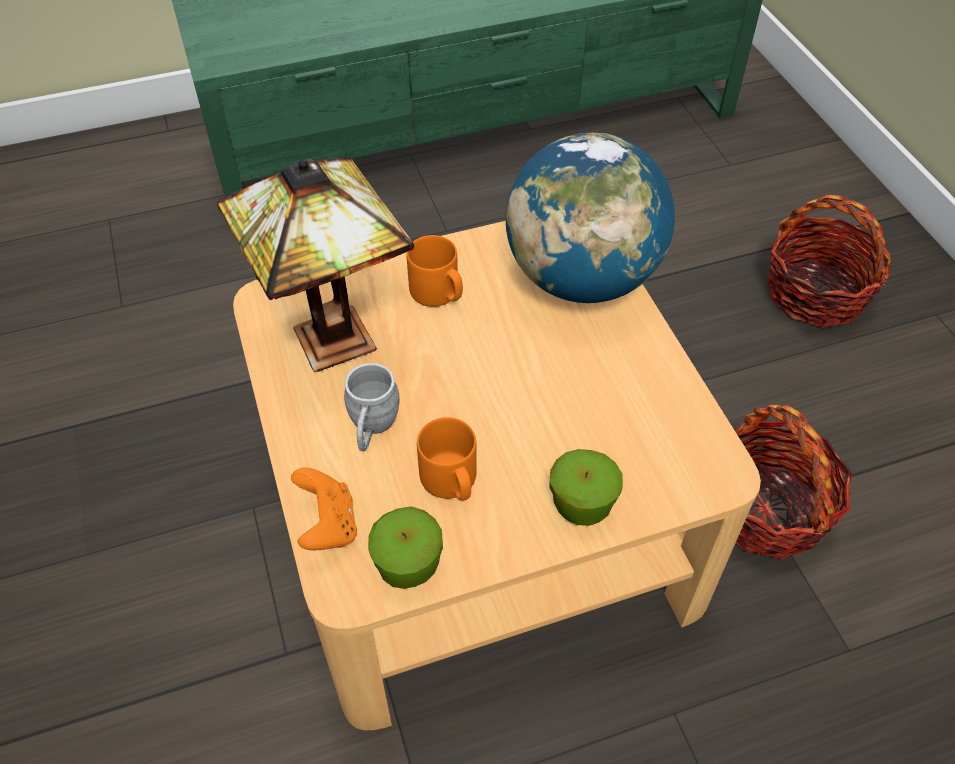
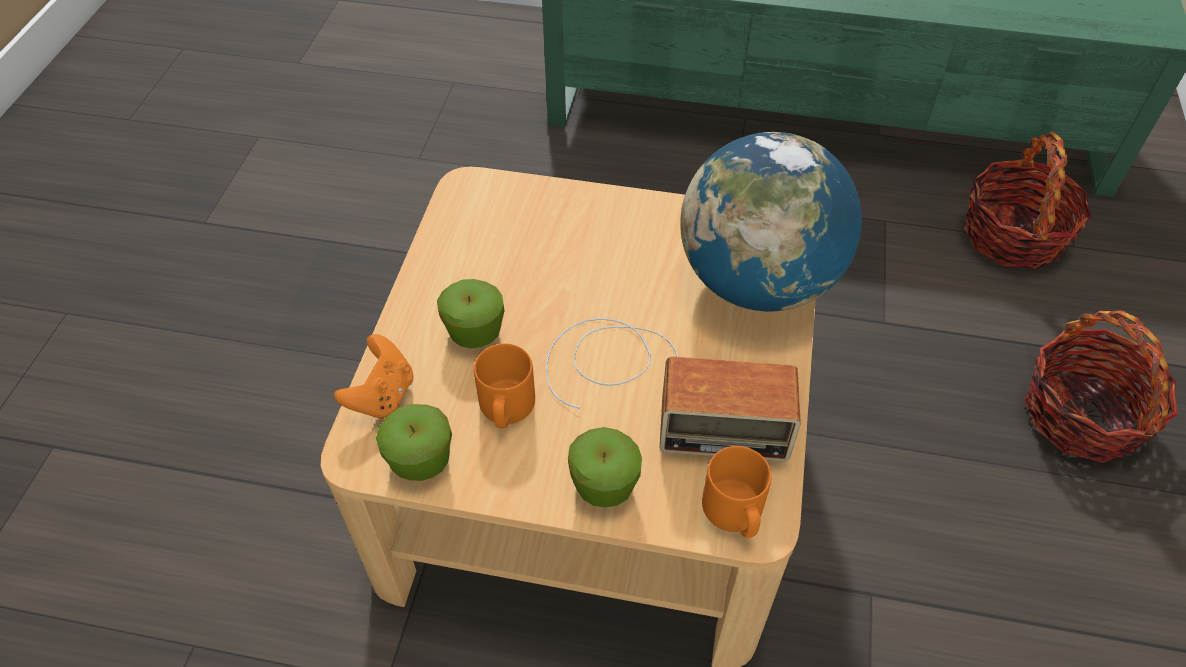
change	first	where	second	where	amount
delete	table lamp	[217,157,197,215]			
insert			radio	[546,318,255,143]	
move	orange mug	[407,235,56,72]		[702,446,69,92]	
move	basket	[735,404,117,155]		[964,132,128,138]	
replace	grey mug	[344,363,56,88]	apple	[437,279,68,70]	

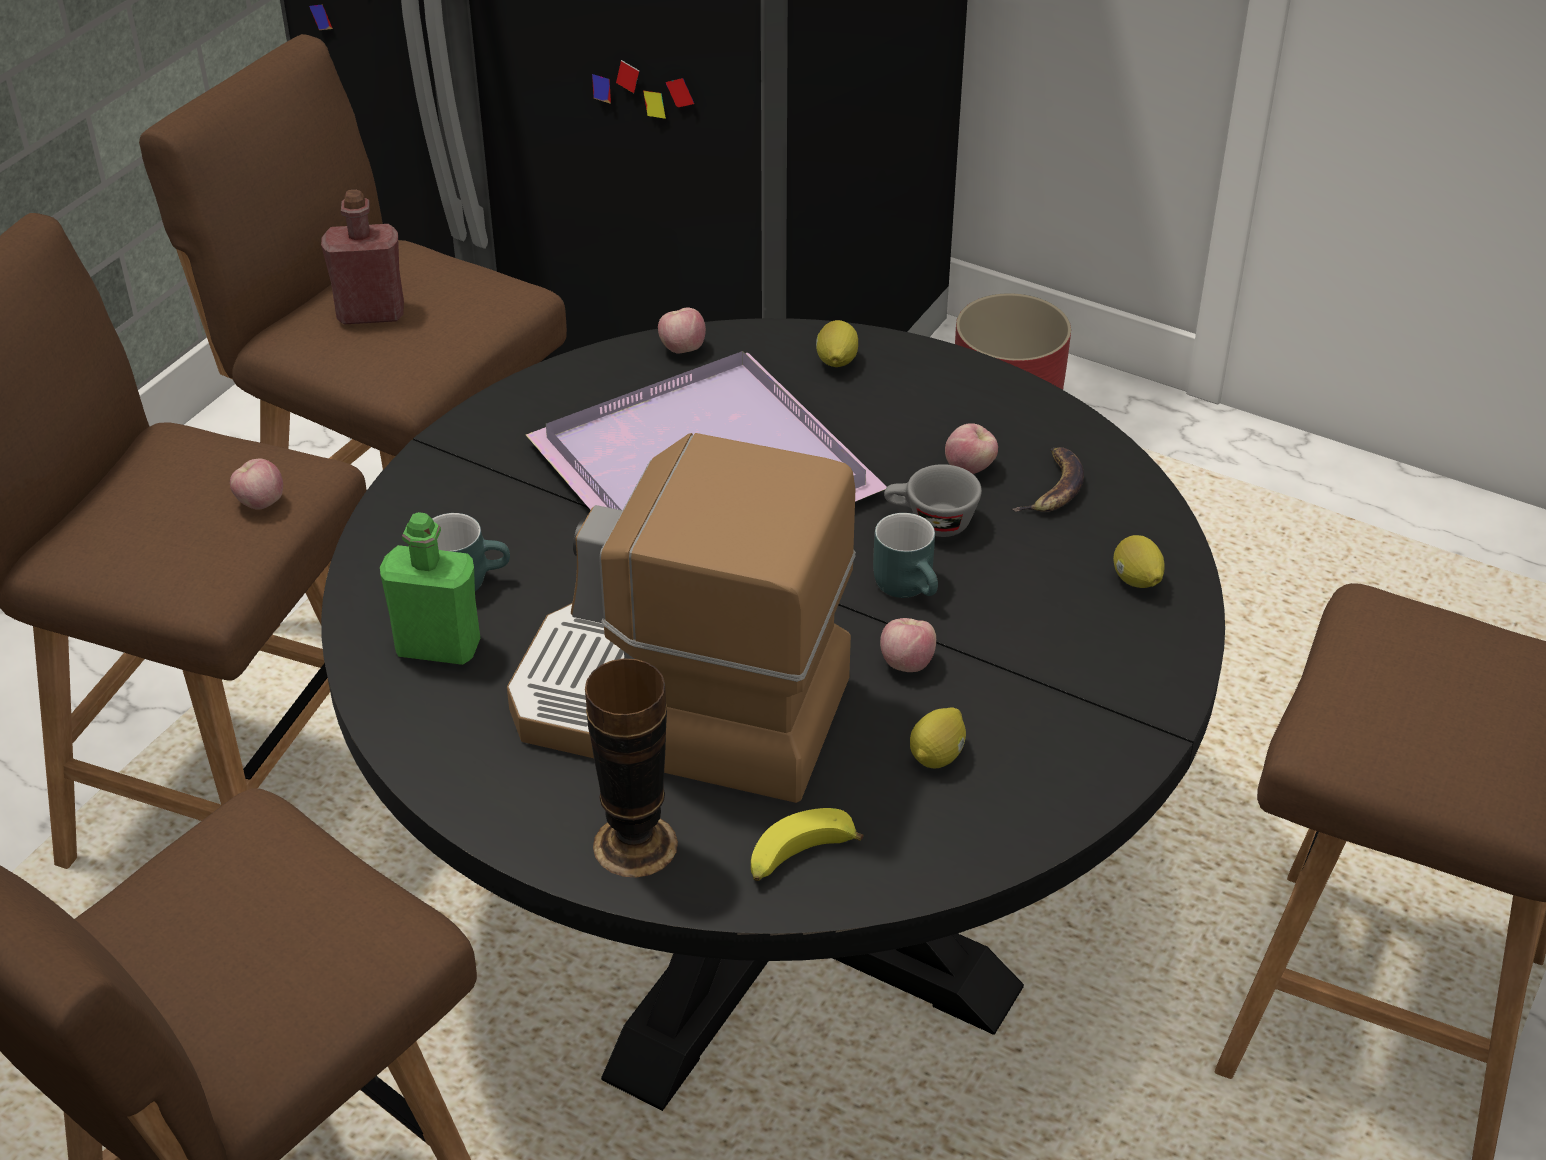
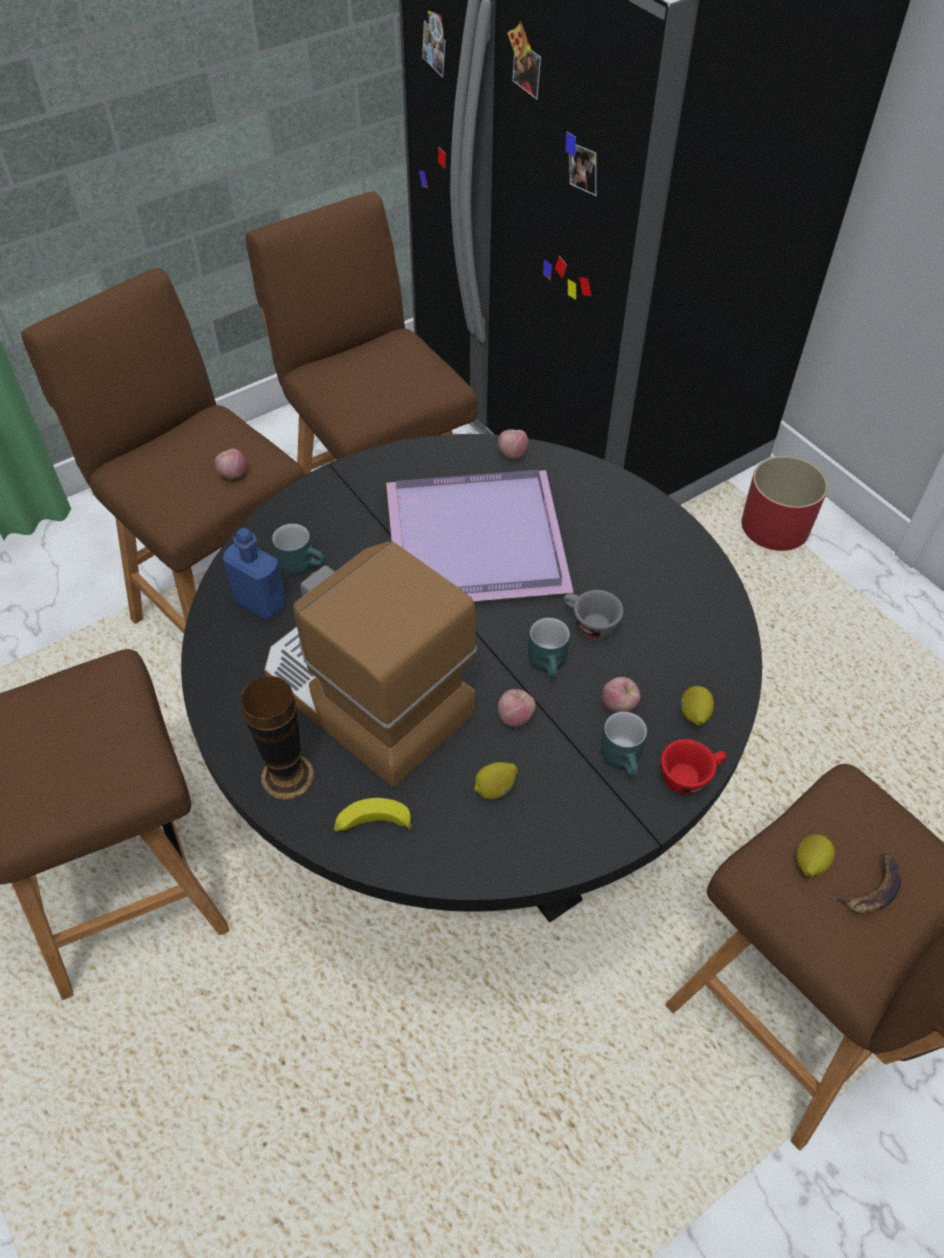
change	first	where	second	where	amount
delete	red bottle	[321,190,83,134]			
insert			turquoise mug	[601,711,46,66]	
insert			red cup	[661,739,66,56]	
move	lemon	[816,320,42,47]		[796,834,39,43]	
move	apple	[945,423,53,51]		[602,677,39,36]	
move	banana	[1012,447,72,65]		[831,853,70,61]	
recolor	green bottle	[380,512,100,153]	blue bottle	[223,528,63,92]	

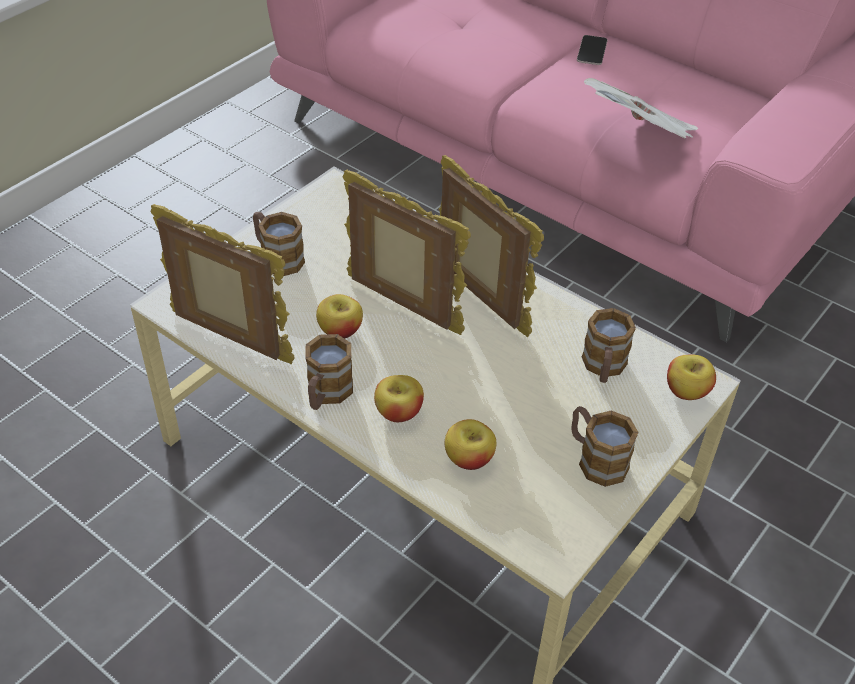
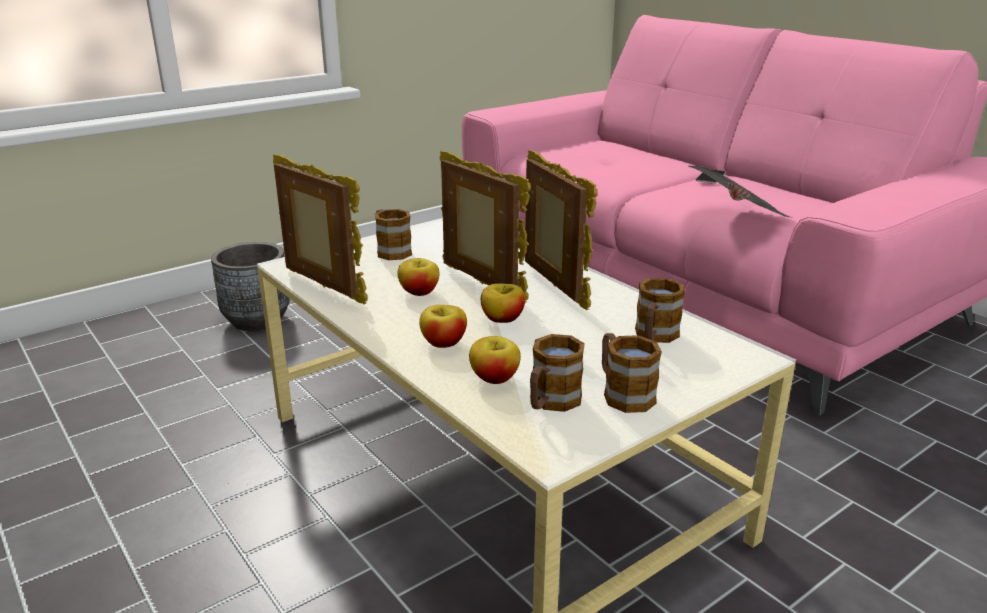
change	first	where	second	where	amount
insert			grey planter	[211,242,79,89]	
move	mug	[305,334,48,76]		[530,334,55,78]	
move	apple	[667,354,49,46]		[481,283,44,40]	

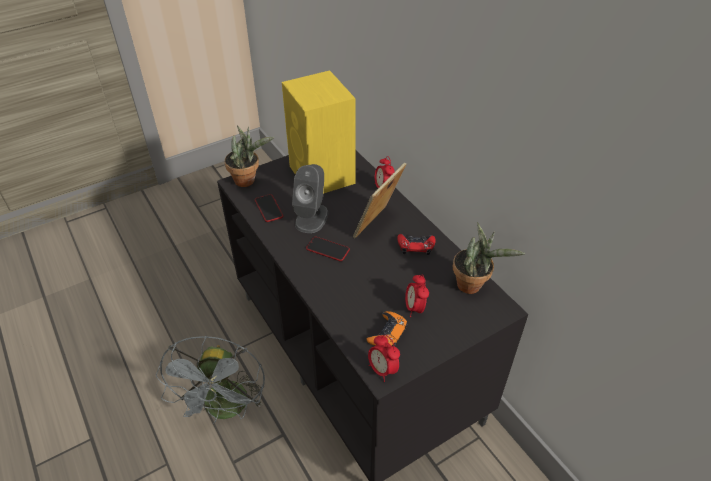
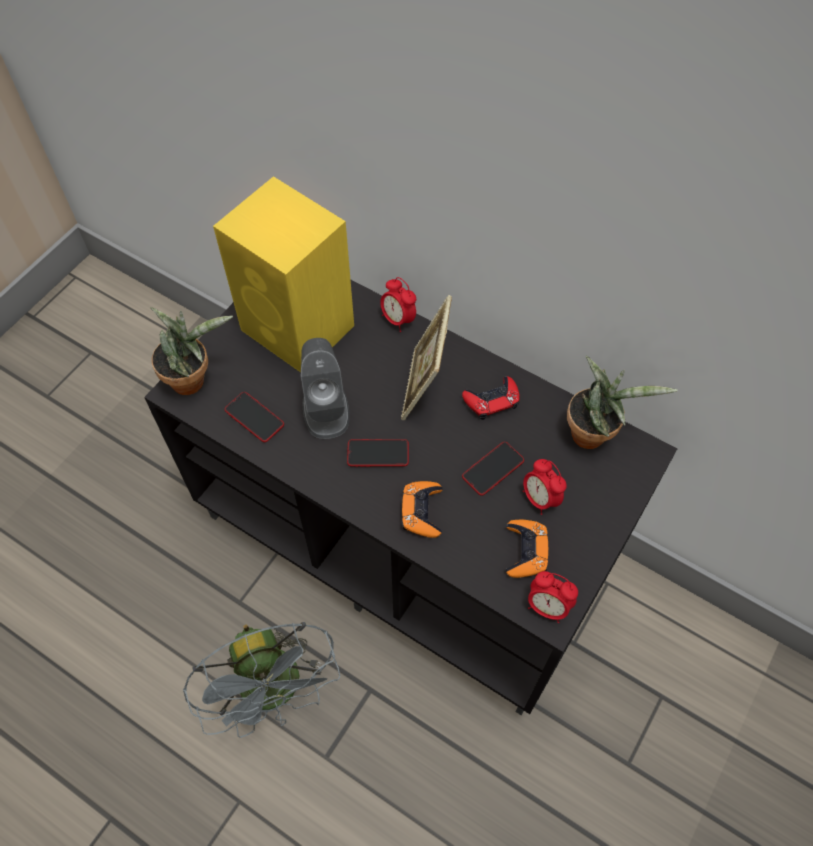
change	first	where	second	where	amount
insert			orange game controller	[401,481,41,57]	
insert			phone	[462,442,62,54]	

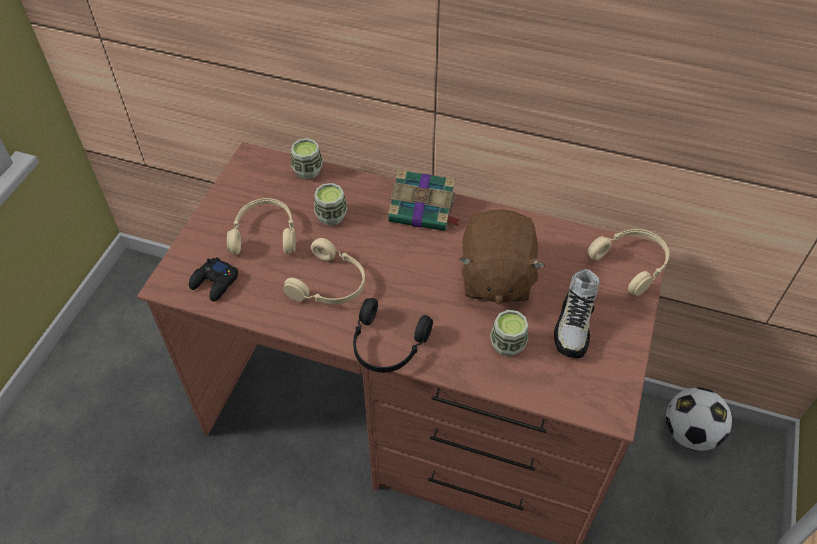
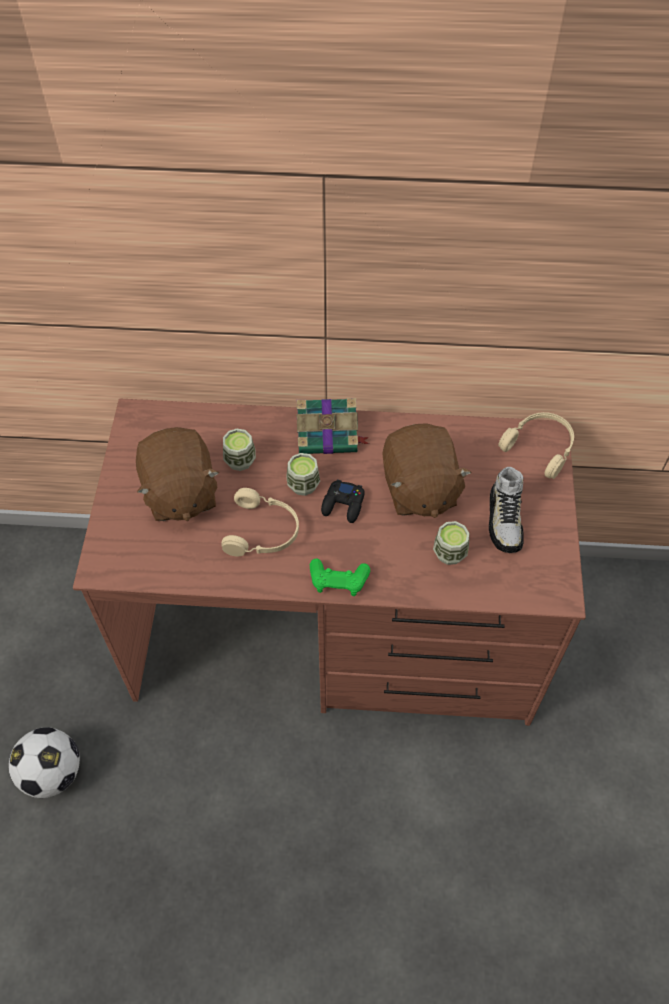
change	first	where	second	where	amount
move	black game controller	[189,257,49,45]		[321,479,44,44]	
move	cup	[291,138,32,41]		[286,453,34,43]	
move	football	[666,387,66,64]		[9,727,71,71]	
replace	beige headphones	[227,198,69,57]	brown plush toy	[136,427,83,94]	
replace	black headphones	[353,298,80,75]	green game controller	[310,559,60,37]	

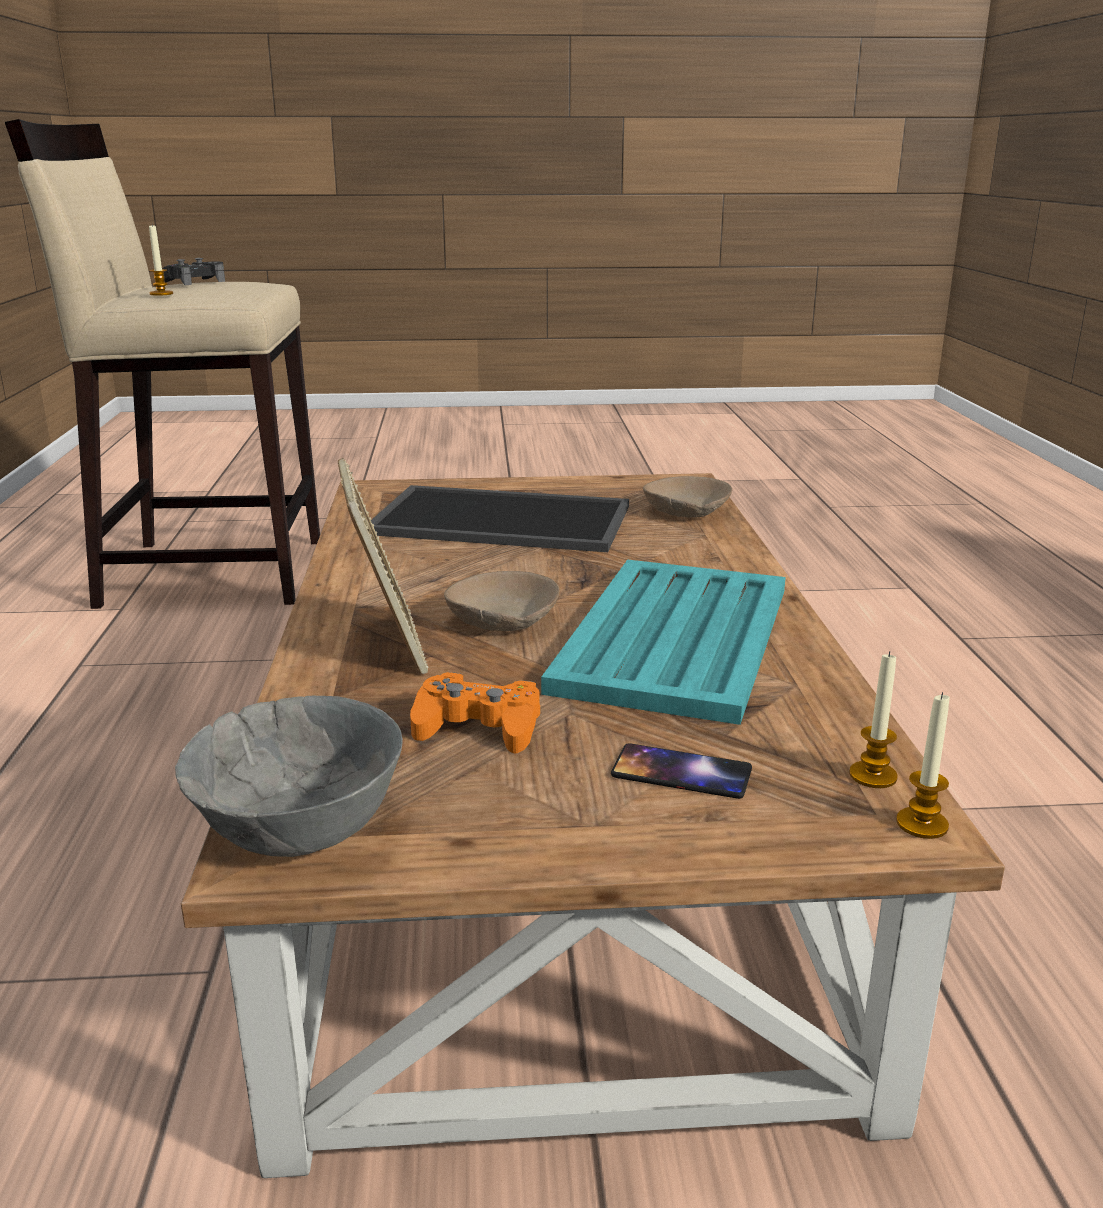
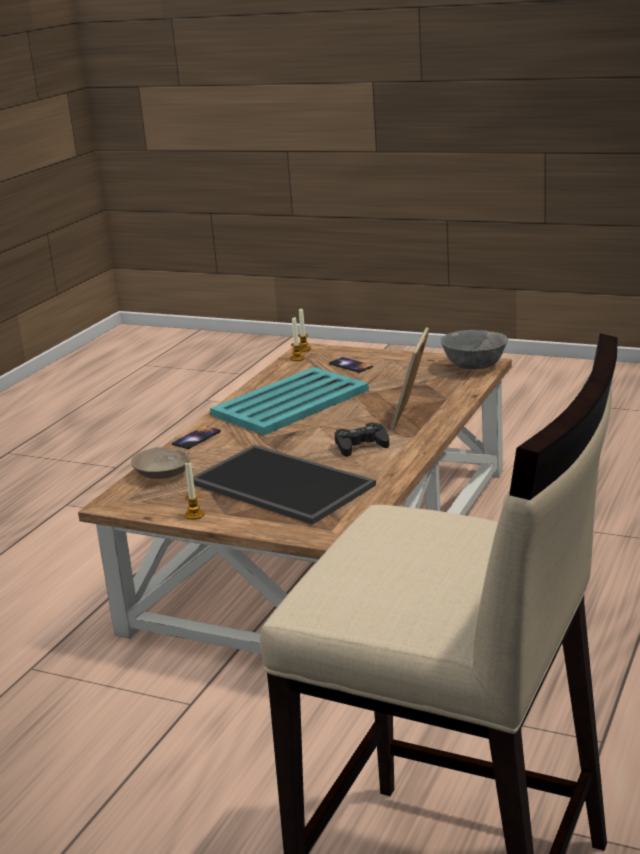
change	first	where	second	where	amount
delete	orange game controller	[410,672,130,82]			
delete	beige bowl	[444,571,115,60]			
insert			phone	[172,426,49,23]	
move	candle	[149,225,24,71]		[184,463,20,57]	
move	black game controller	[162,258,63,27]		[335,422,54,35]	

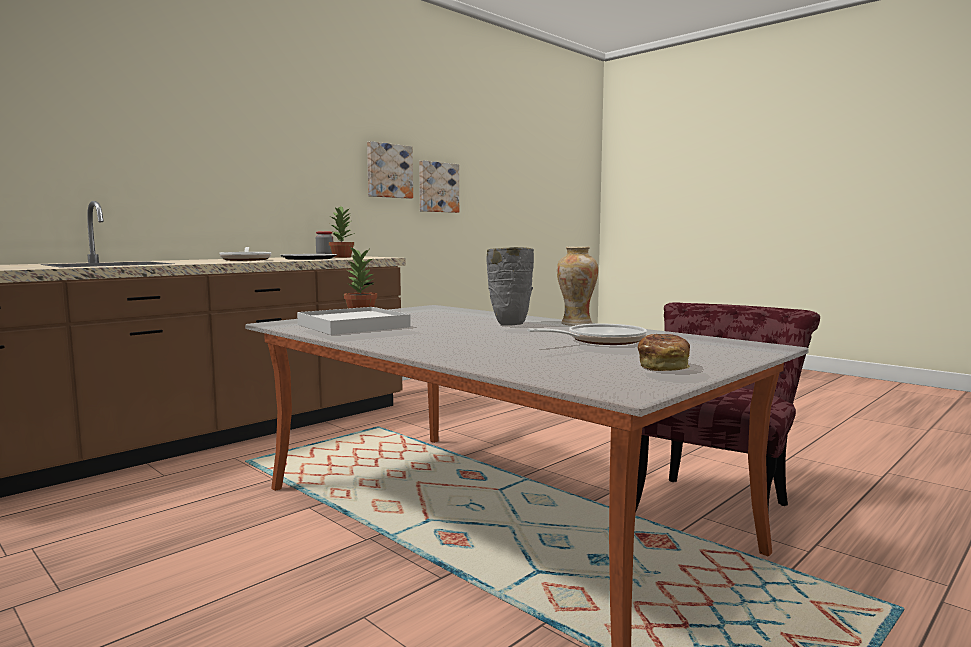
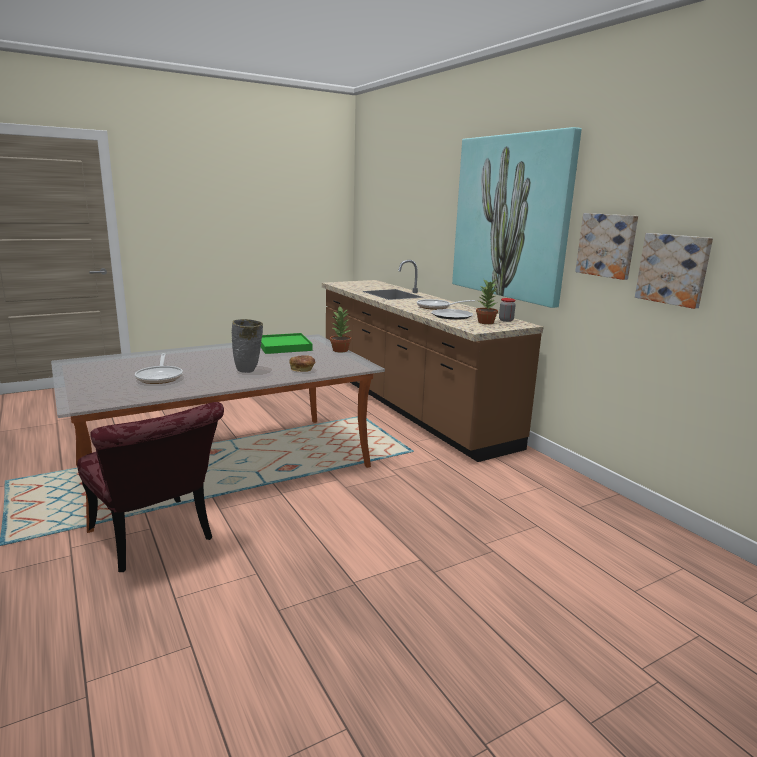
change	first	where	second	where	amount
delete	vase	[557,247,41,79]			
insert			picture	[452,127,130,181]	
move	bread	[638,334,52,37]		[290,355,26,17]	
recolor	white tray	[297,307,114,28]	green tray	[261,333,52,21]	

